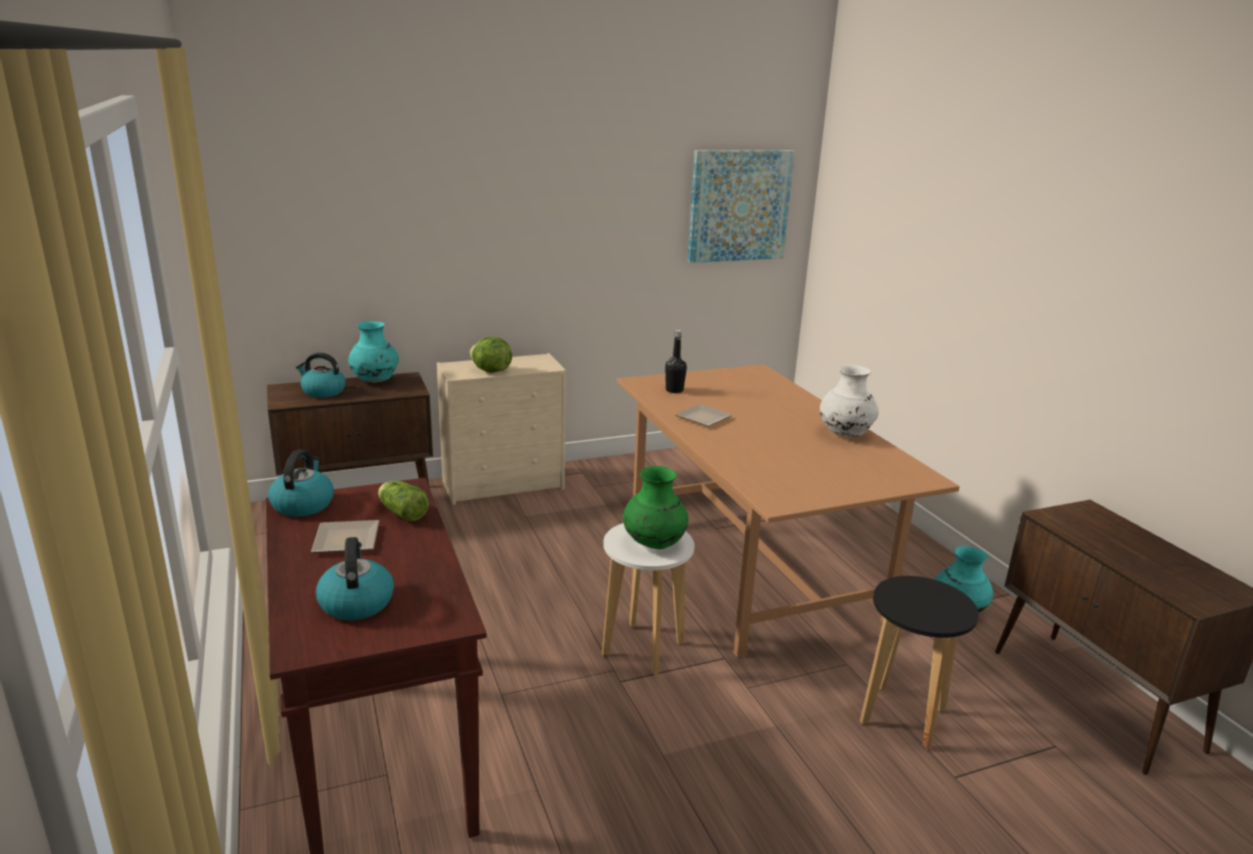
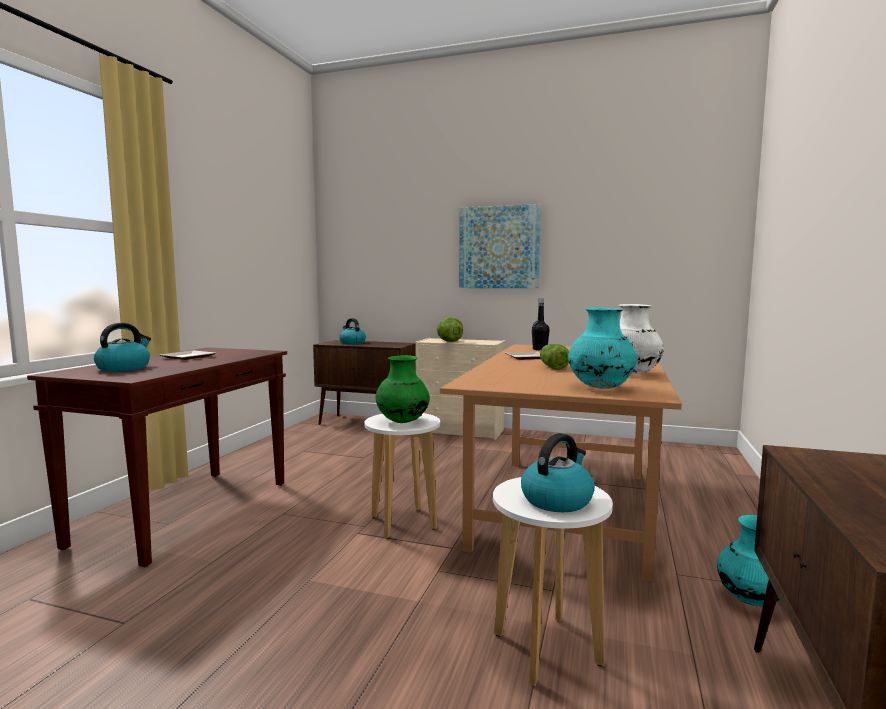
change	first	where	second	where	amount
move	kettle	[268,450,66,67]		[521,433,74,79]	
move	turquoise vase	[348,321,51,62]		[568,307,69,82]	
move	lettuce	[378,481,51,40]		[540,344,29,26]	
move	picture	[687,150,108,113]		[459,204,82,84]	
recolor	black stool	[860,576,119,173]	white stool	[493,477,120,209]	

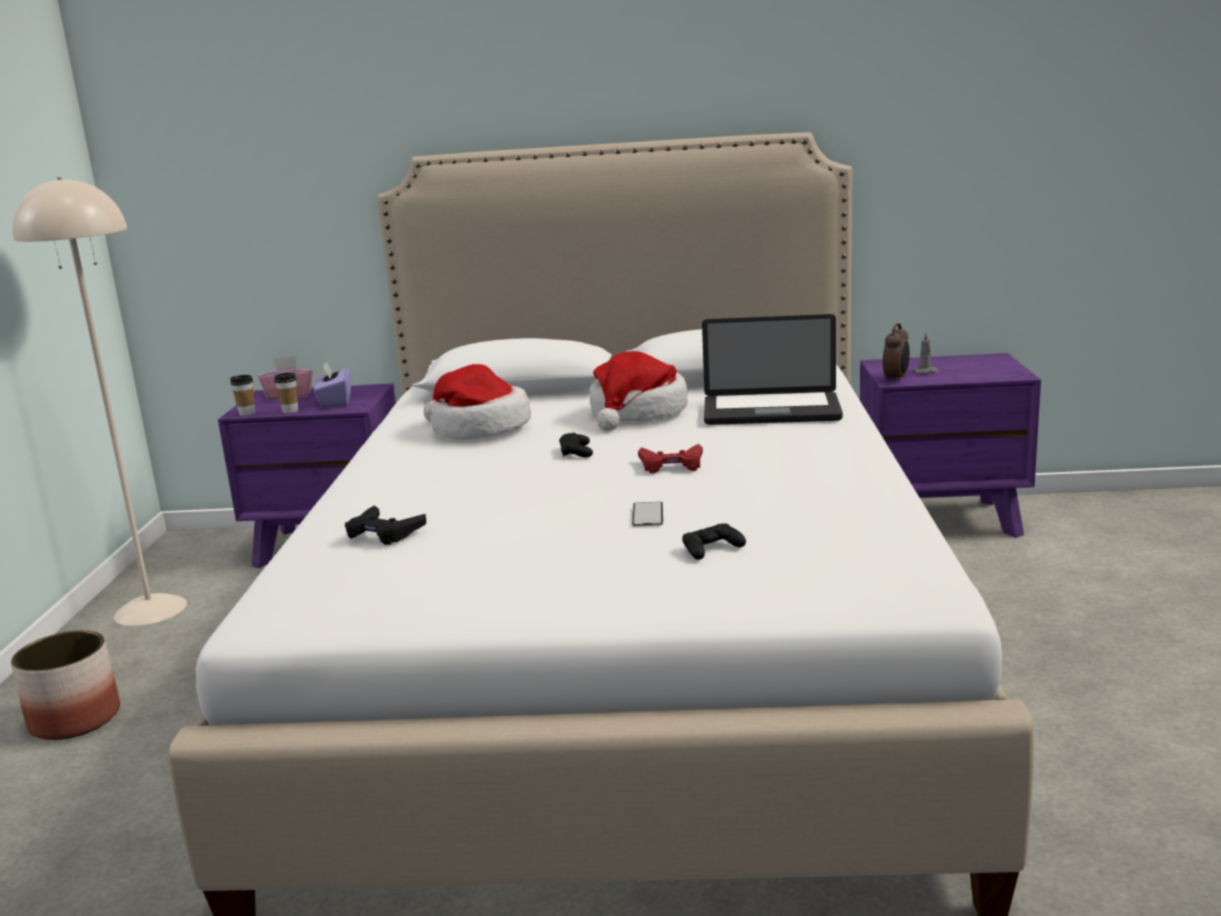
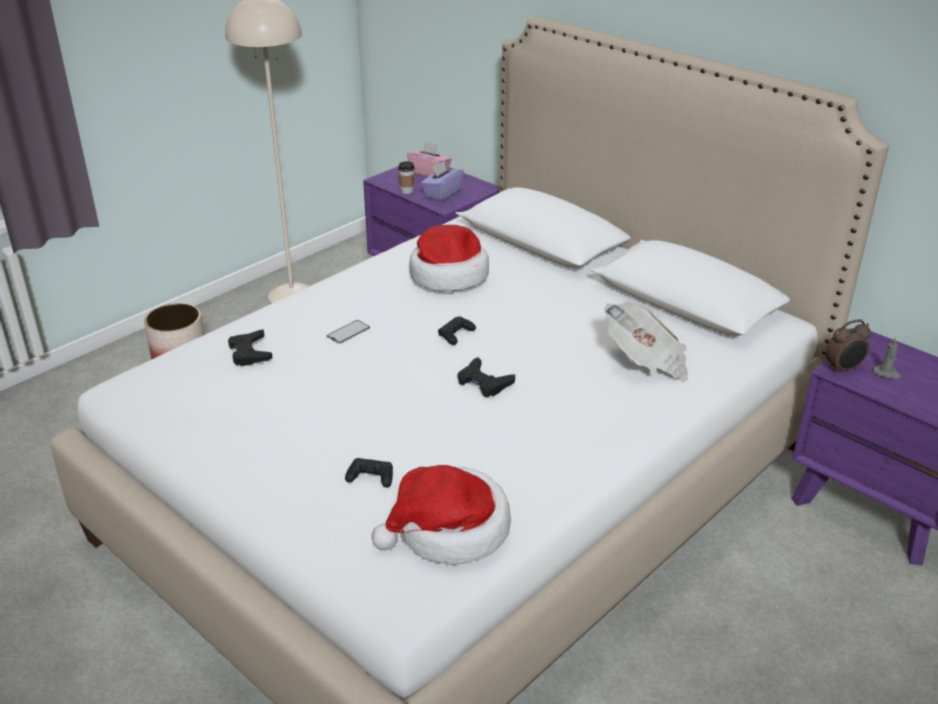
change	first	where	second	where	amount
delete	cup	[230,375,25,41]			
move	hat	[589,351,99,80]		[372,465,139,100]	
move	phone	[632,502,31,25]		[327,320,43,24]	
replace	laptop	[702,314,141,111]	newspaper	[604,302,84,78]	
recolor	red game controller	[638,444,65,29]	black game controller	[457,357,58,41]	

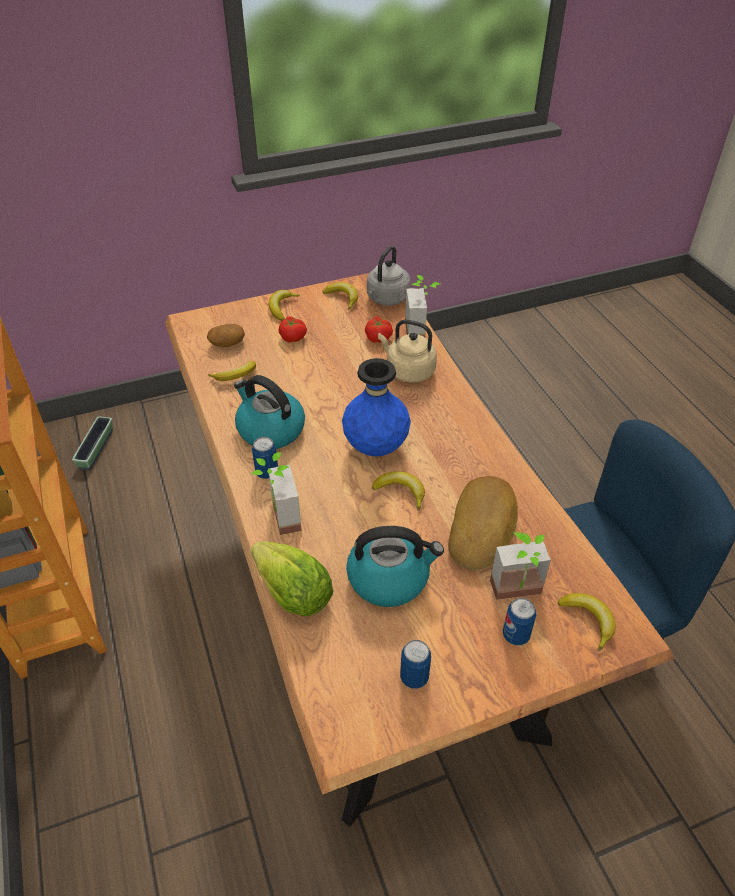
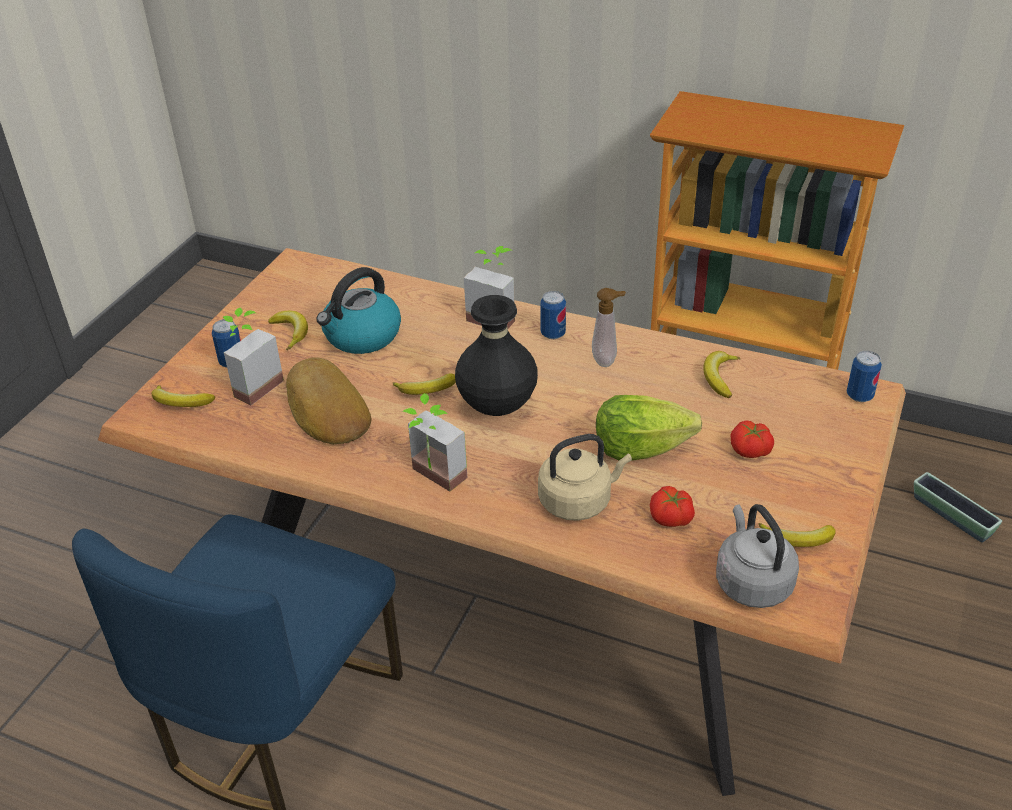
change	first	where	second	where	amount
delete	potato	[207,324,38,23]			
move	lettuce	[250,541,83,75]		[596,395,106,66]	
move	banana	[269,290,31,31]		[268,311,40,40]	
move	can	[400,640,31,49]		[847,351,35,51]	
move	potted plant	[405,275,35,62]		[402,393,65,98]	
replace	kettle	[234,375,71,74]	soap dispenser	[592,288,34,79]	
recolor	blue vase	[342,358,69,99]	black vase	[455,295,83,121]	

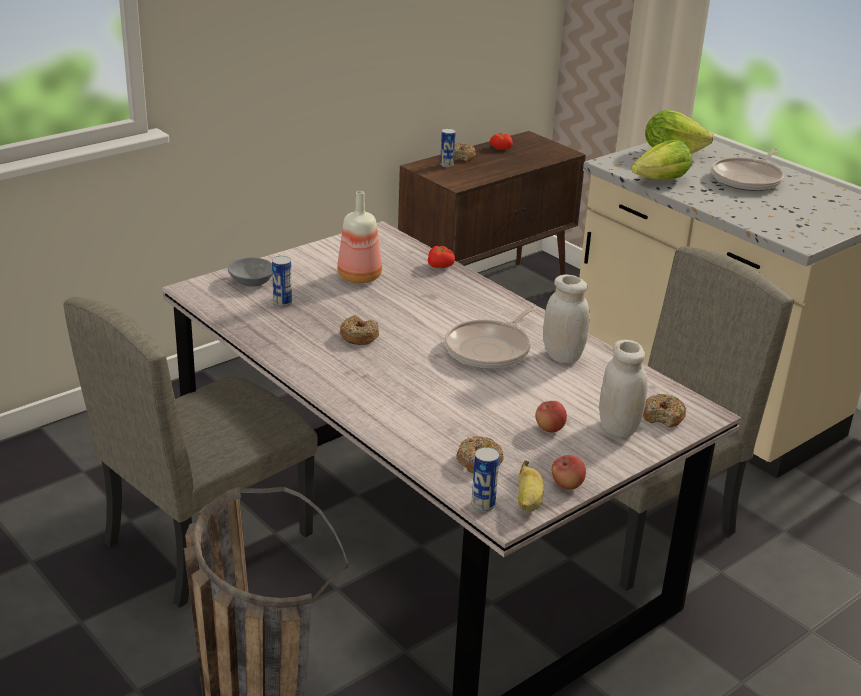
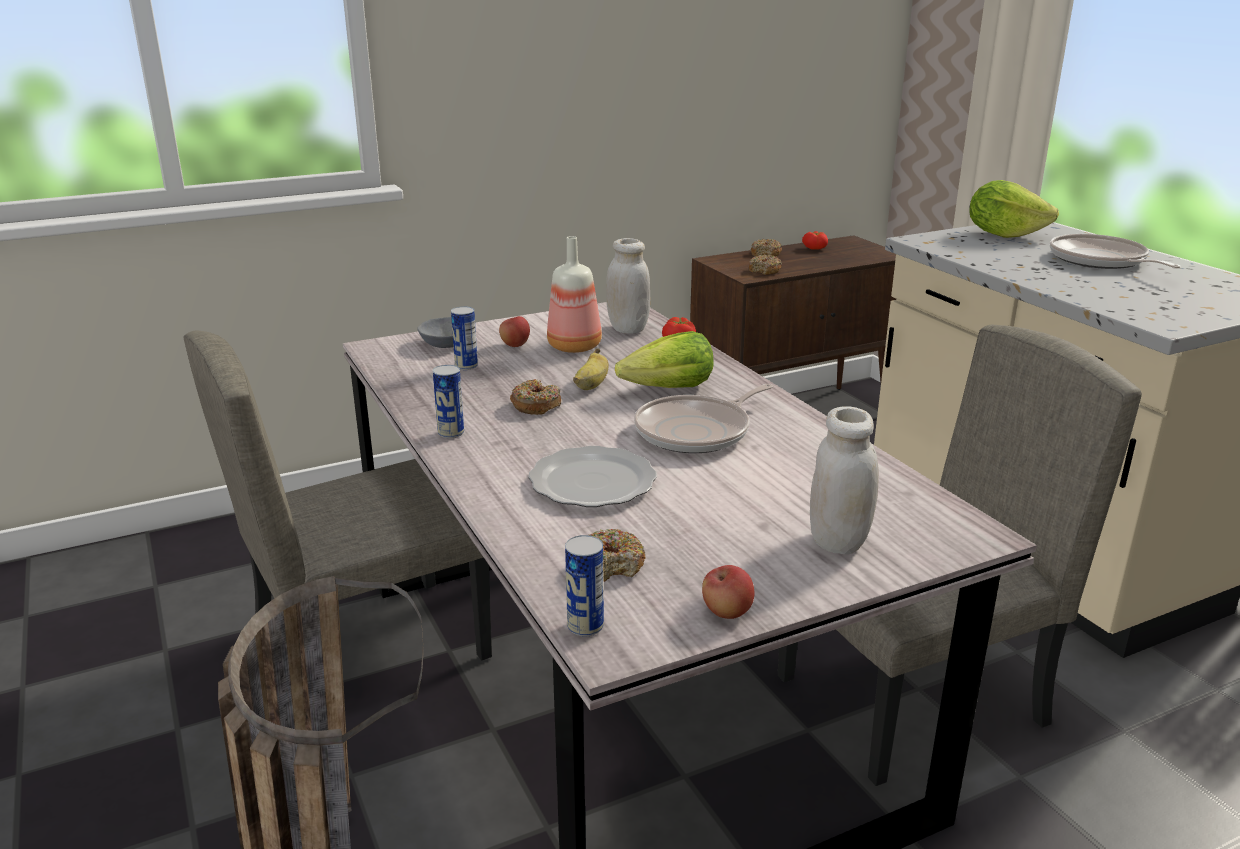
change	first	where	second	where	amount
insert			plate	[528,446,129,61]	
move	can	[440,128,16,39]		[433,365,31,73]	
move	banana	[518,460,26,52]		[573,348,35,42]	
move	apple	[535,401,32,32]		[499,316,31,31]	
move	white jar	[543,274,47,89]		[606,238,44,96]	
move	lettuce	[631,140,61,39]		[615,331,98,57]	
move	donut	[643,394,43,33]		[749,255,33,20]	
rotate	frying pan	[712,149,72,42]		[1050,234,131,35]	105 degrees clockwise

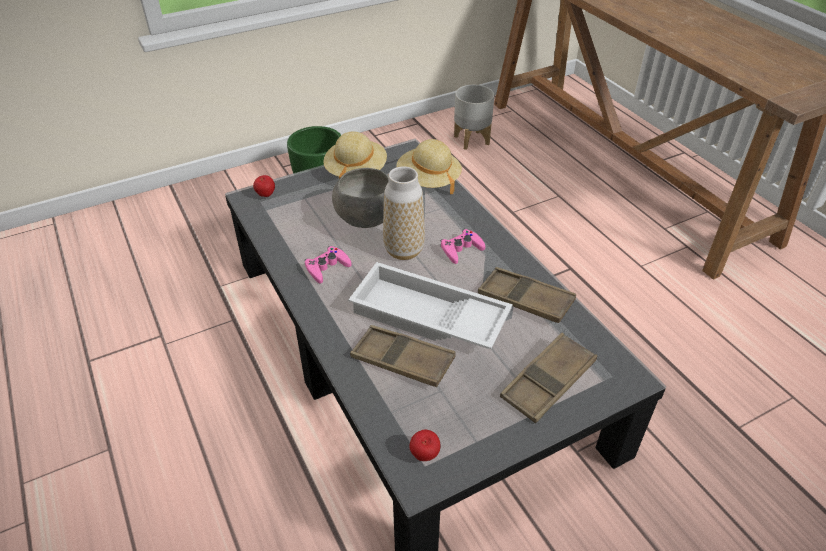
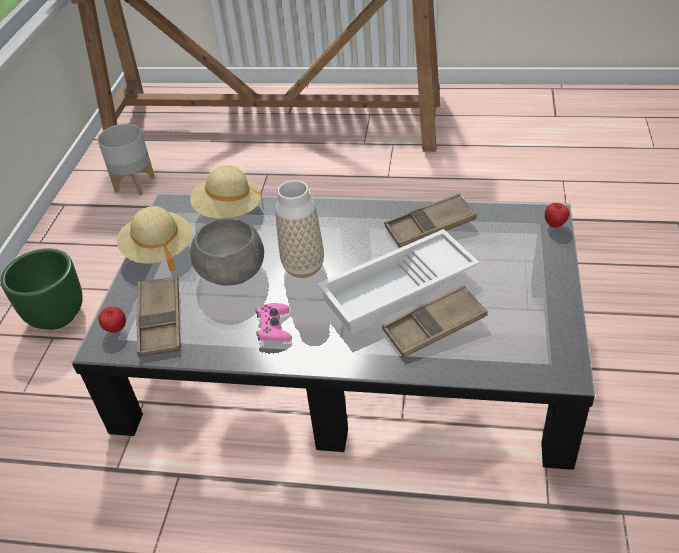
change	first	where	second	where	amount
delete	pink game controller	[441,229,44,35]			
move	apple	[410,430,31,31]		[545,203,25,24]	
move	brown tray	[500,333,97,90]		[136,276,45,81]	

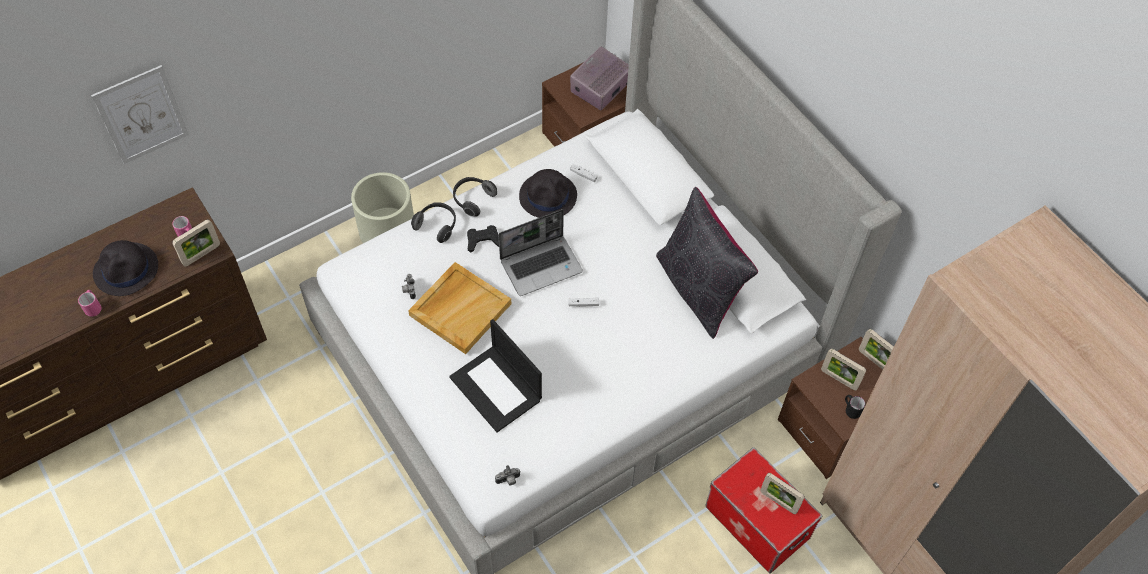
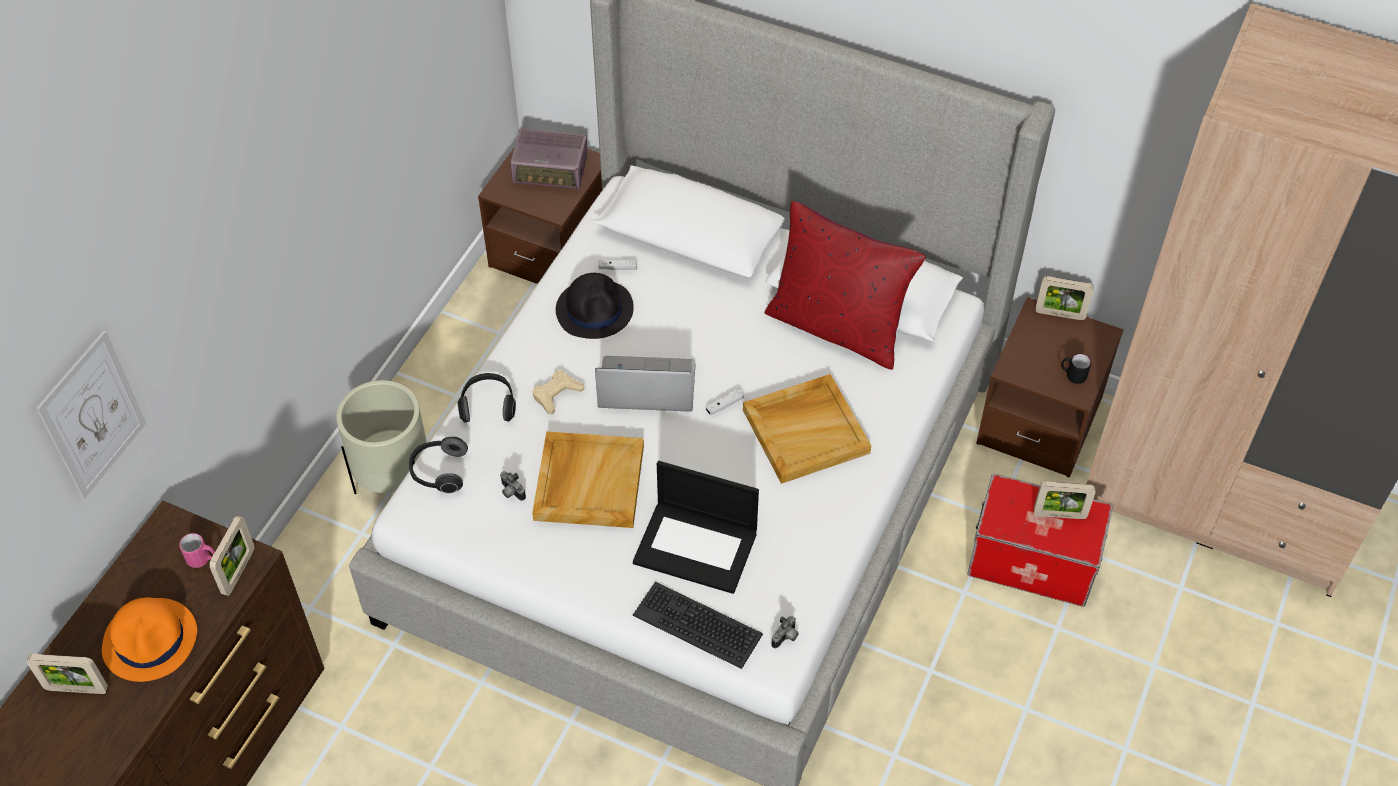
change	first	where	second	where	amount
delete	pink mug	[78,290,23,27]			
insert			keyboard	[633,582,130,87]	
insert			beige tray	[743,374,128,110]	
move	headphones	[453,177,44,40]		[409,436,59,58]	
move	picture frame	[821,349,45,41]		[26,654,82,40]	
recolor	black hat	[93,240,65,56]	orange hat	[102,598,95,84]	
recolor	black game controller	[467,225,32,28]	beige game controller	[532,370,53,45]	
recolor	black pillow	[656,187,102,152]	red pillow	[764,201,162,169]	
rotate	laptop	[498,209,85,87]		[595,356,101,56]	120 degrees counterclockwise
rotate	radio	[570,47,59,64]		[510,129,77,61]	90 degrees counterclockwise

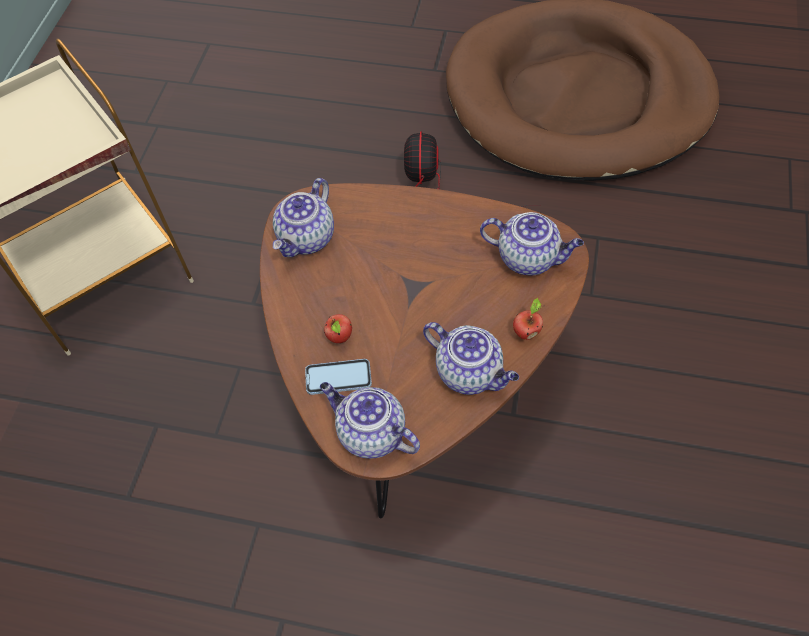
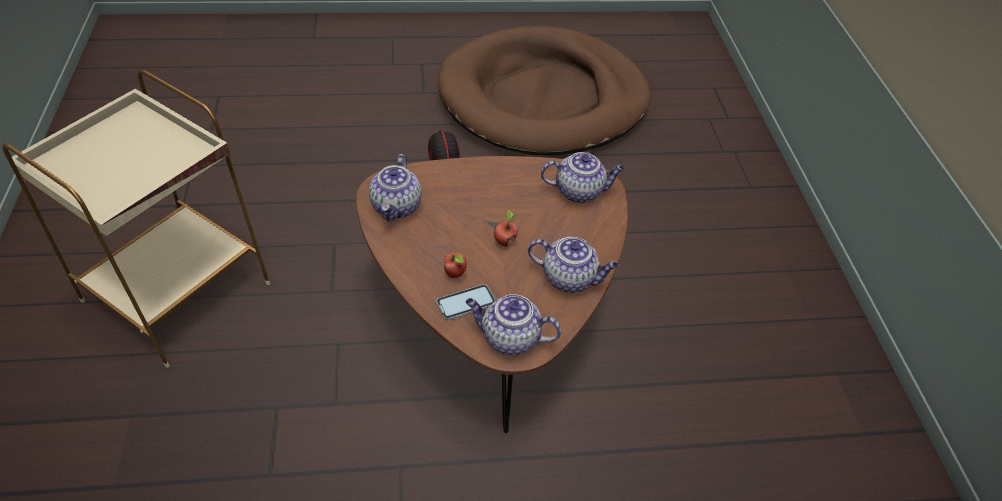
change	first	where	second	where	amount
move	apple	[513,298,30,42]		[494,210,24,37]	

